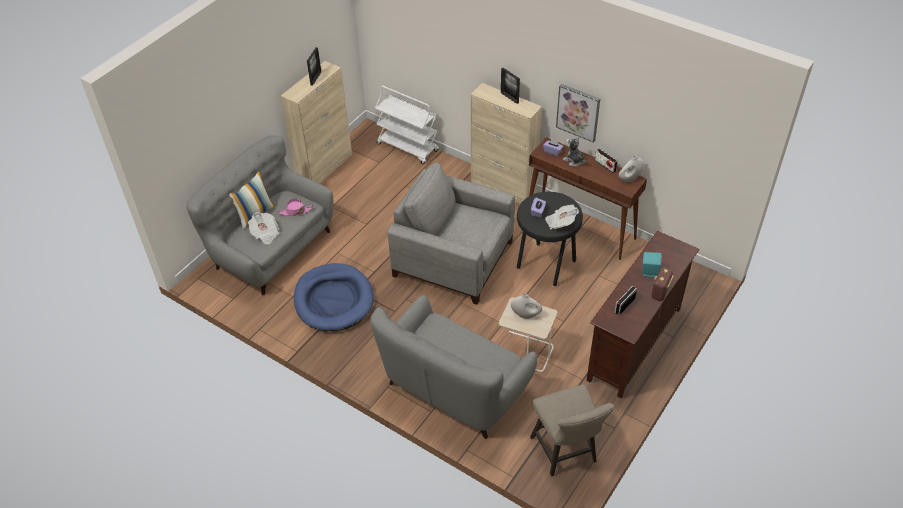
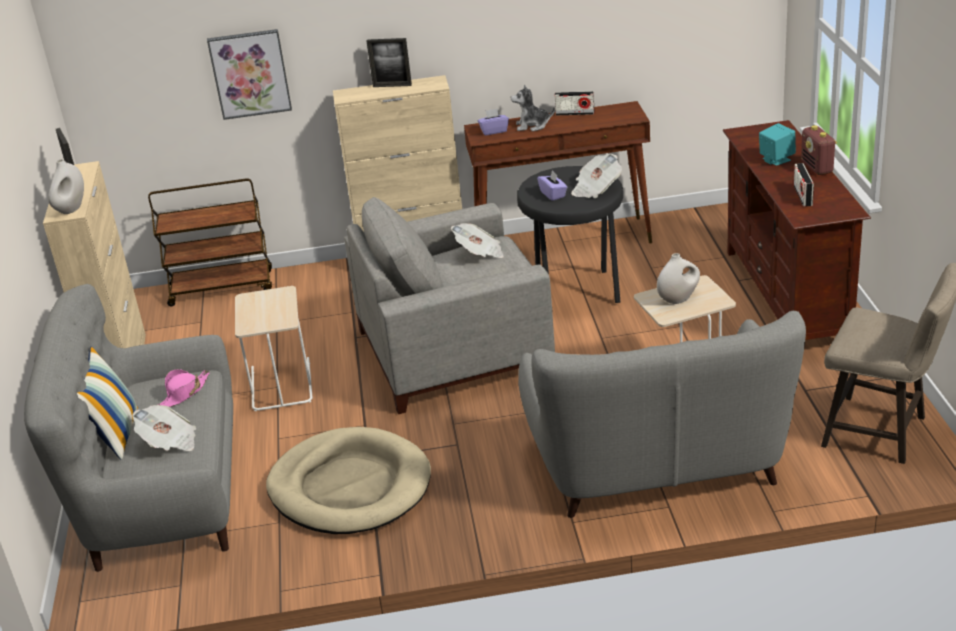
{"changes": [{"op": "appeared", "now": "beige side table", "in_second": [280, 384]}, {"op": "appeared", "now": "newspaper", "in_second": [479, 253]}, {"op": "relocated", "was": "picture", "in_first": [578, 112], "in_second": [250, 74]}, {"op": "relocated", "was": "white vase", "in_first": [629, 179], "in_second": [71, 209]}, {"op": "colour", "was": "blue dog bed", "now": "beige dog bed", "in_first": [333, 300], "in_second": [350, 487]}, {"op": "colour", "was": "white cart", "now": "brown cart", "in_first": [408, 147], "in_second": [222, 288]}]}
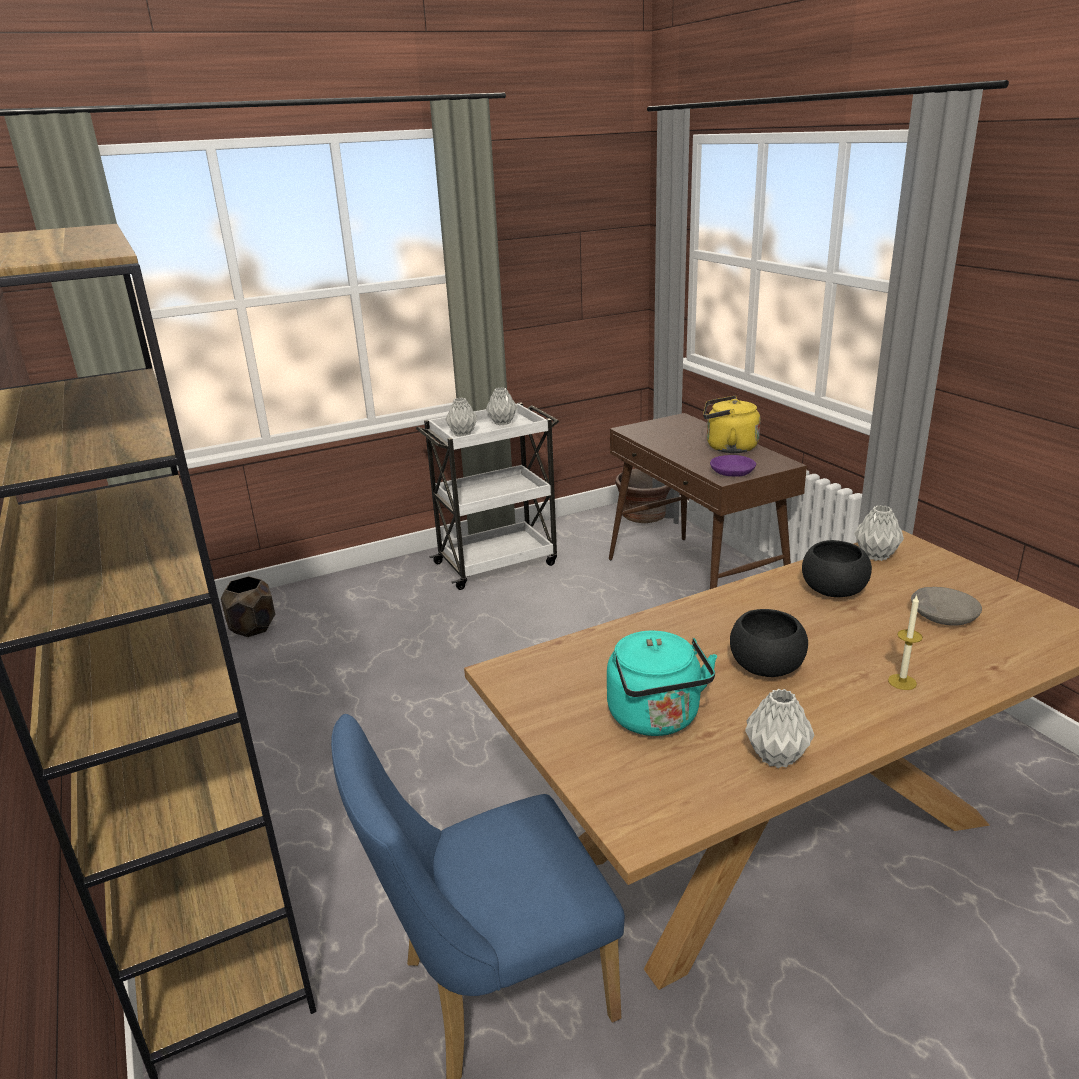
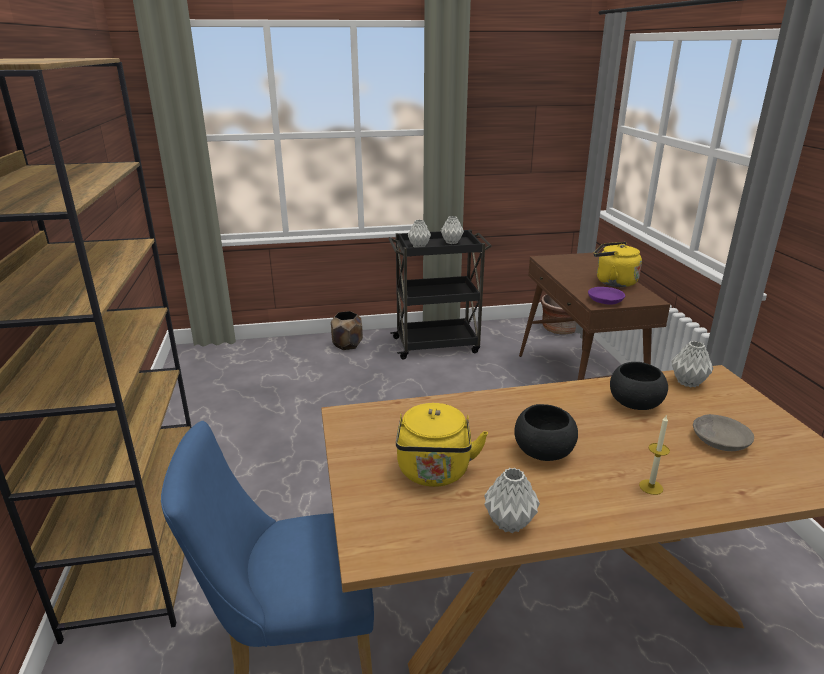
{"changes": [{"op": "relocated", "was": "brown planter", "in_first": [252, 627], "in_second": [347, 345]}, {"op": "colour", "was": "white cart", "now": "black cart", "in_first": [497, 563], "in_second": [437, 345]}, {"op": "colour", "was": "turquoise kettle", "now": "yellow kettle", "in_first": [657, 719], "in_second": [434, 473]}]}
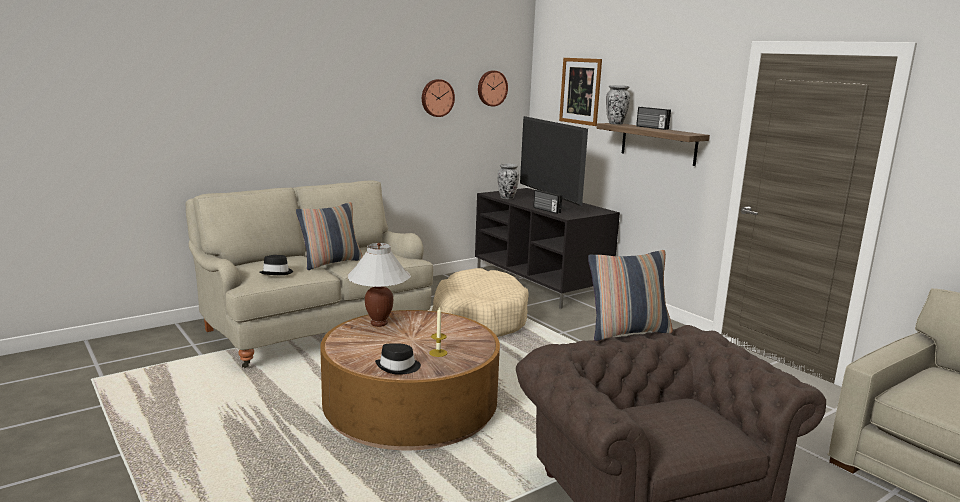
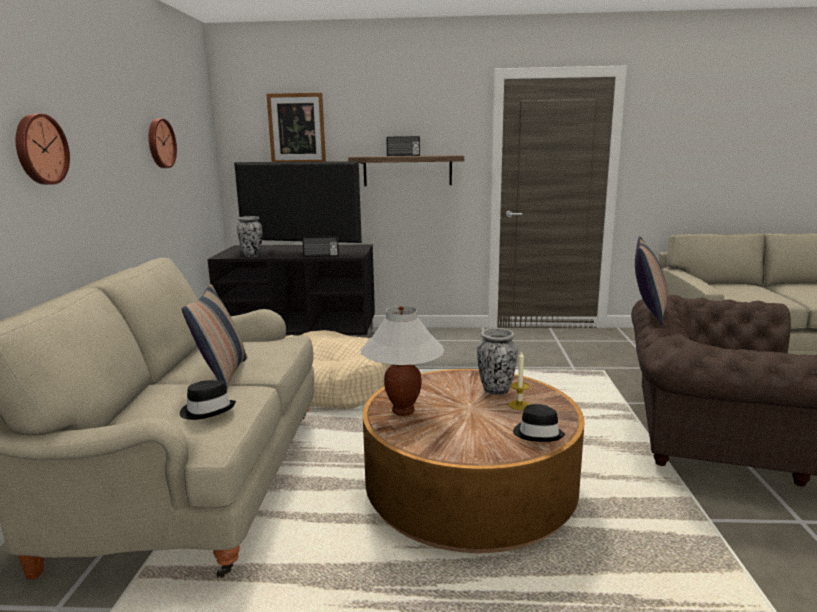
{"changes": [{"op": "relocated", "was": "wall clock", "in_first": [491, 88], "in_second": [40, 149]}, {"op": "relocated", "was": "vase", "in_first": [616, 124], "in_second": [496, 390]}]}
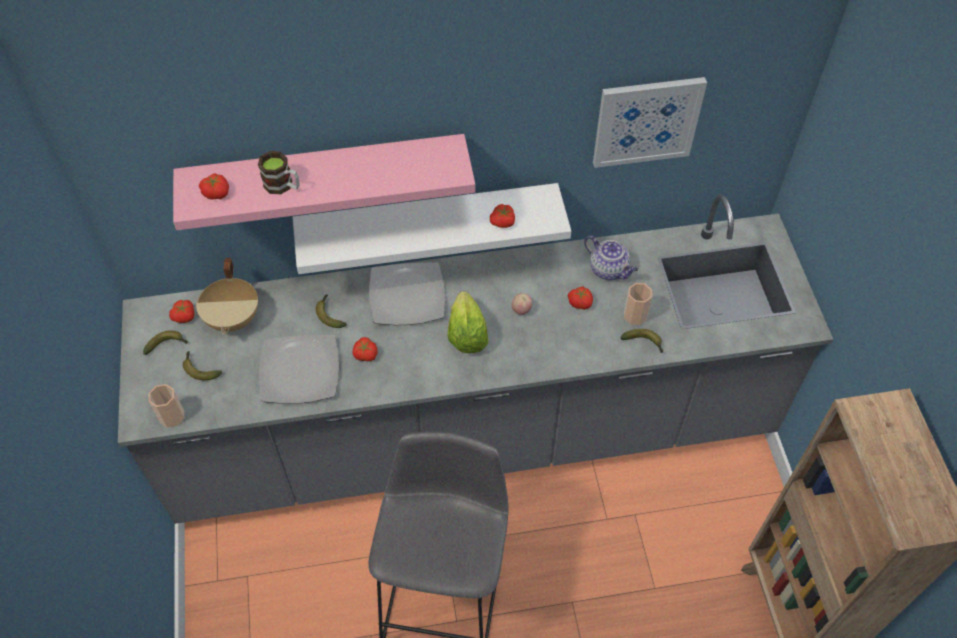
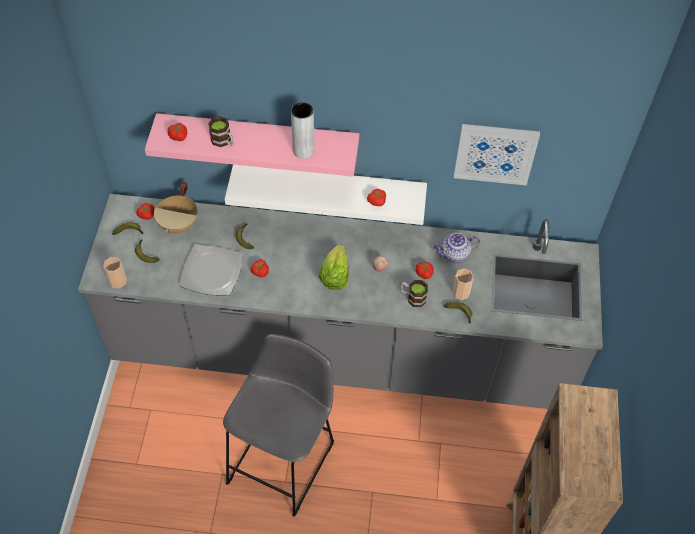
{"changes": [{"op": "missing", "was": "plate", "in_first": [408, 295]}, {"op": "appeared", "now": "grey vase", "in_second": [303, 150]}, {"op": "appeared", "now": "mug", "in_second": [413, 297]}, {"op": "spun", "was": "teapot", "in_first": [609, 269], "in_second": [454, 255], "clockwise": 105}]}
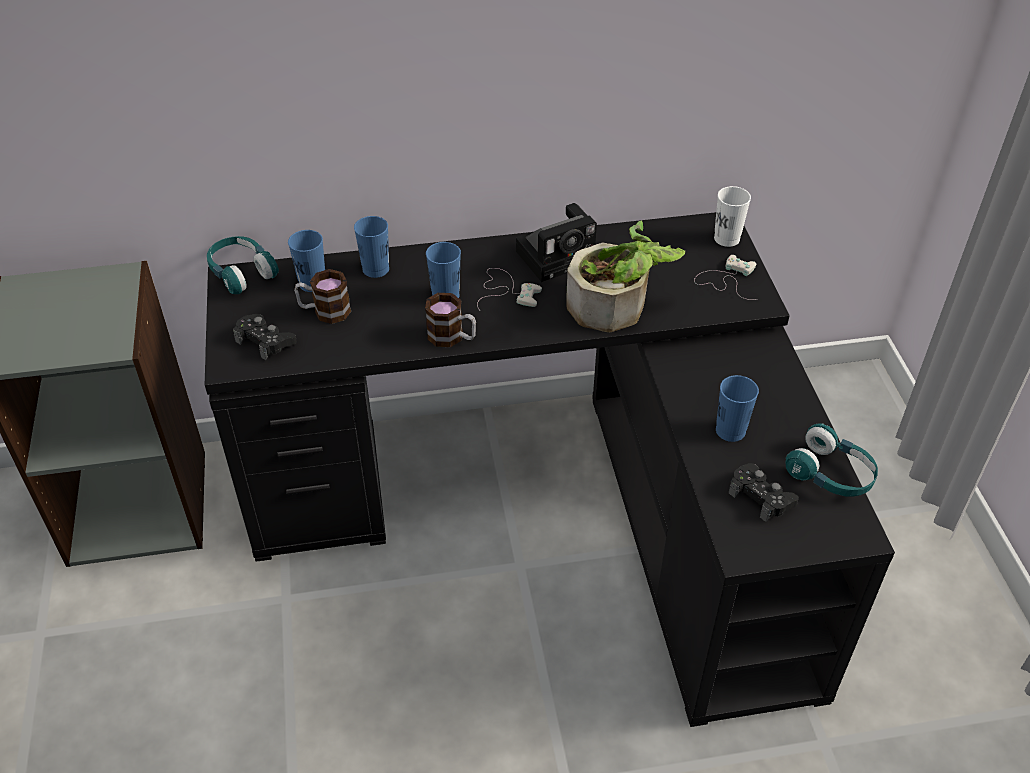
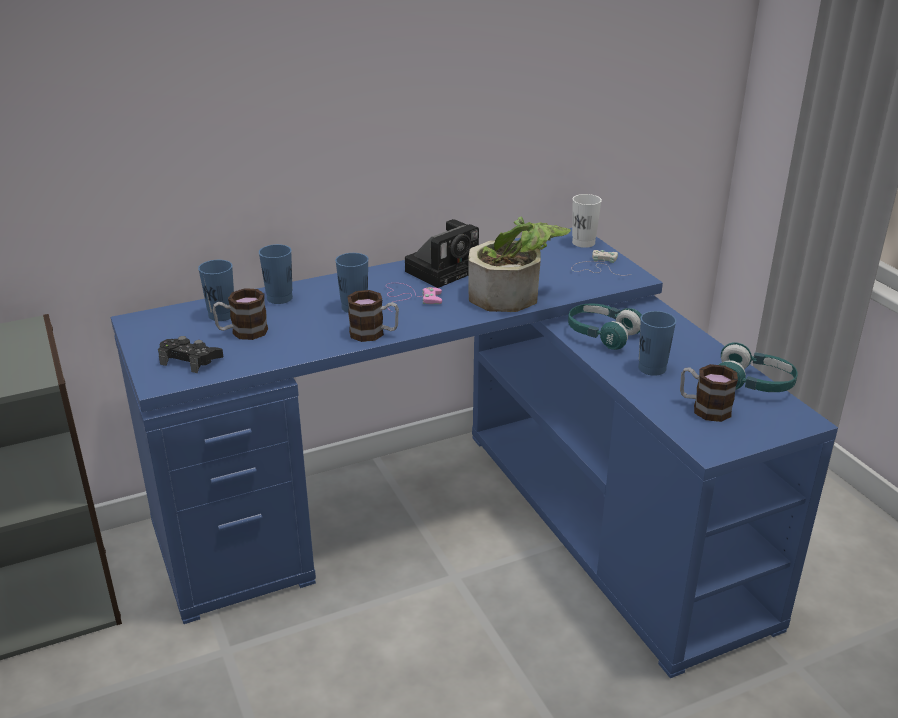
{"changes": [{"op": "relocated", "was": "turquoise headphones", "in_first": [242, 273], "in_second": [601, 335]}, {"op": "exchanged", "was": "black game controller", "now": "mug", "in_first": [761, 497], "in_second": [704, 408]}, {"op": "colour", "was": "black desk", "now": "blue desk", "in_first": [559, 505], "in_second": [473, 522]}, {"op": "colour", "was": "white game controller", "now": "pink game controller", "in_first": [506, 291], "in_second": [409, 297]}]}
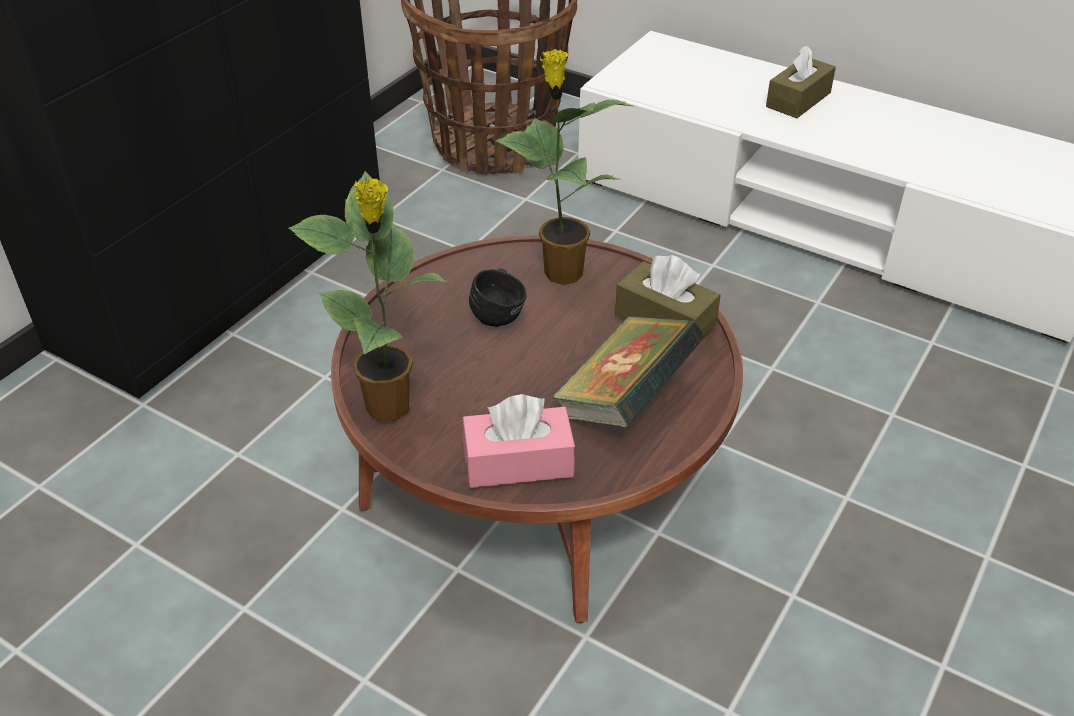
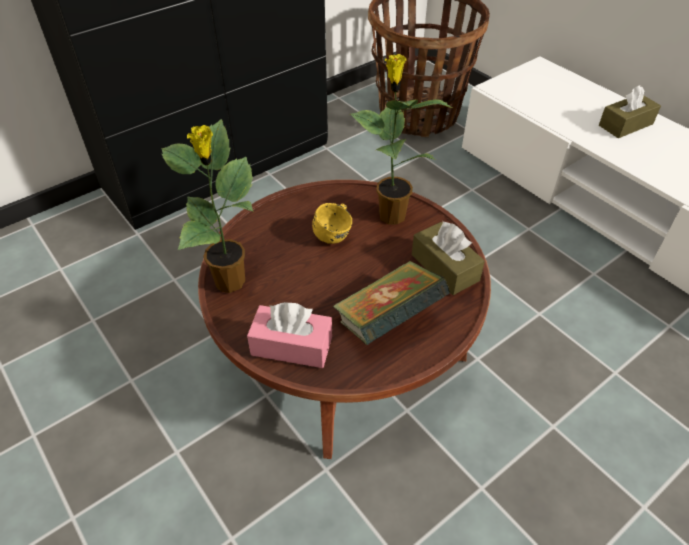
{"changes": [{"op": "colour", "was": "black mug", "now": "yellow mug", "in_first": [500, 314], "in_second": [335, 234]}]}
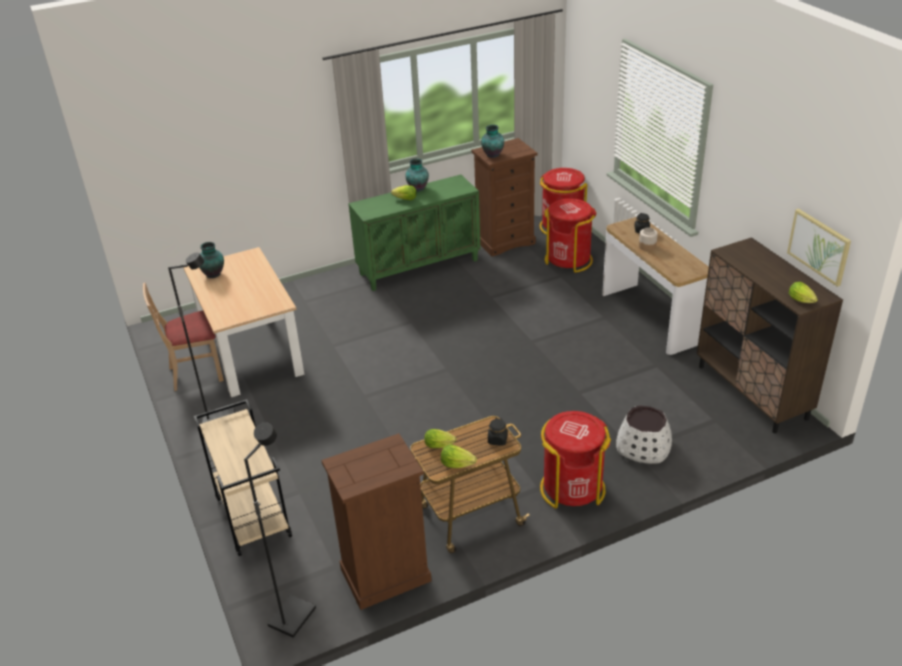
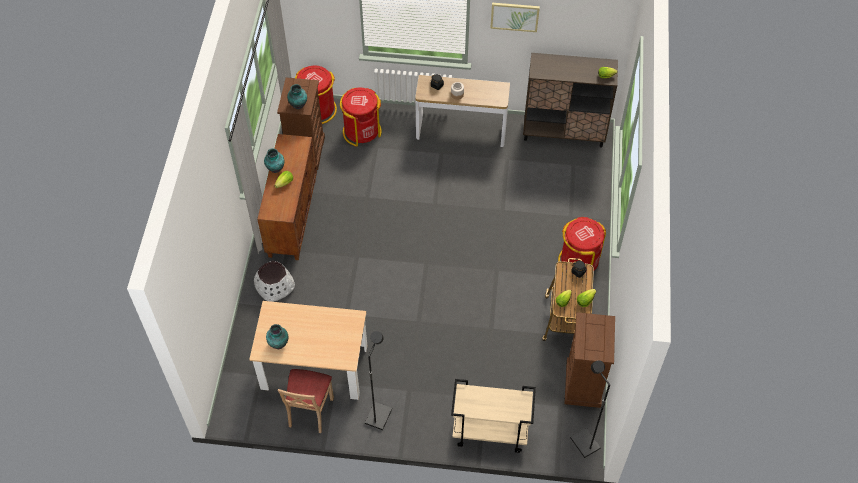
{"changes": [{"op": "relocated", "was": "white planter", "in_first": [643, 447], "in_second": [275, 286]}, {"op": "relocated", "was": "picture", "in_first": [819, 246], "in_second": [514, 16]}, {"op": "colour", "was": "green cabinet", "now": "brown cabinet", "in_first": [419, 266], "in_second": [292, 217]}]}
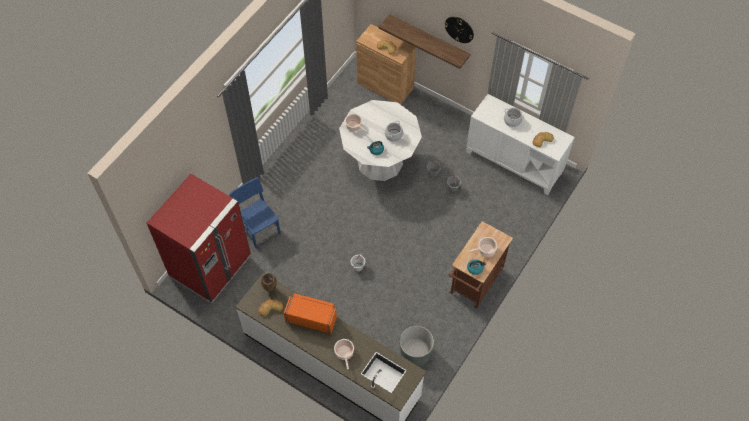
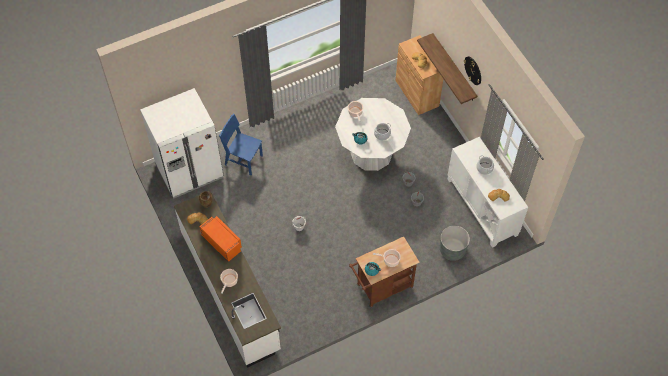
{"changes": [{"op": "relocated", "was": "grey planter", "in_first": [415, 353], "in_second": [452, 250]}, {"op": "colour", "was": "red fridge", "now": "white fridge", "in_first": [211, 267], "in_second": [189, 171]}, {"op": "spun", "was": "blue chair", "in_first": [259, 229], "in_second": [243, 160], "clockwise": -60}]}
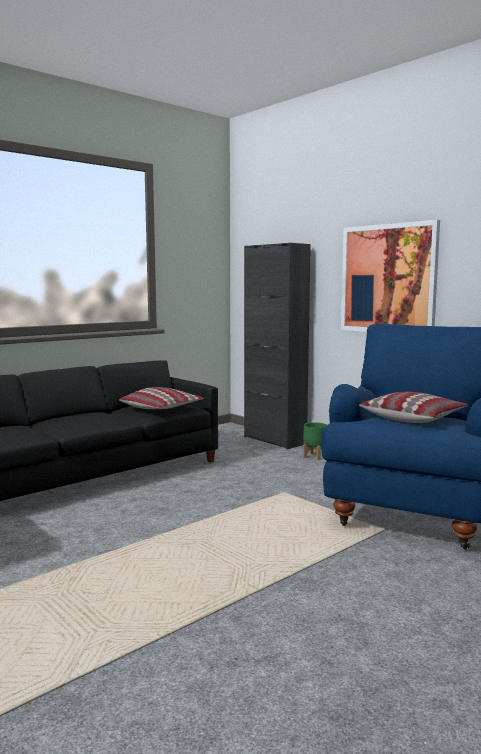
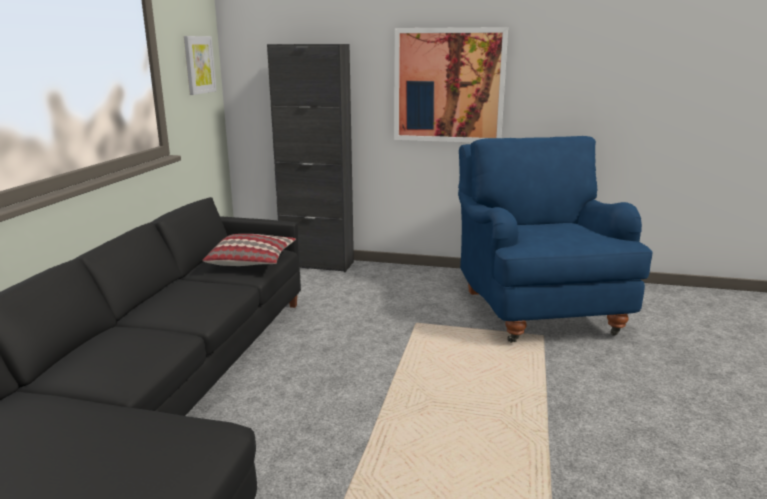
{"changes": [{"op": "missing", "was": "green planter", "in_first": [314, 456]}, {"op": "missing", "was": "pillow", "in_first": [413, 418]}, {"op": "appeared", "now": "picture", "in_second": [199, 65]}]}
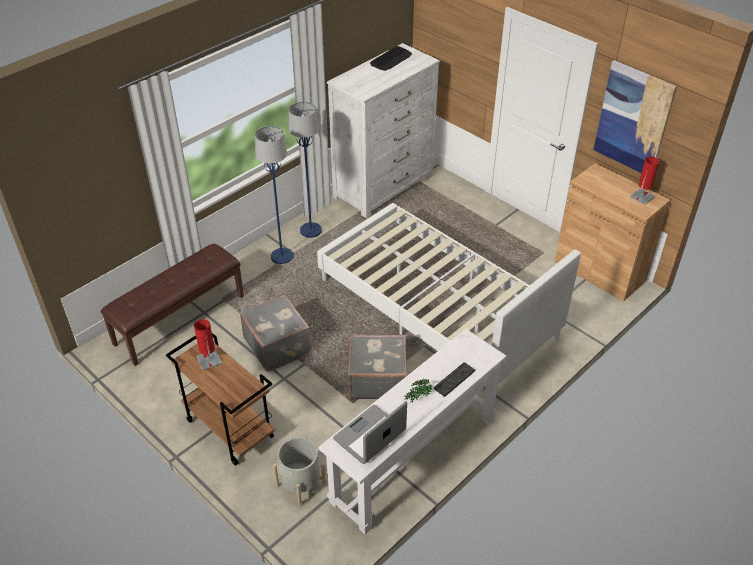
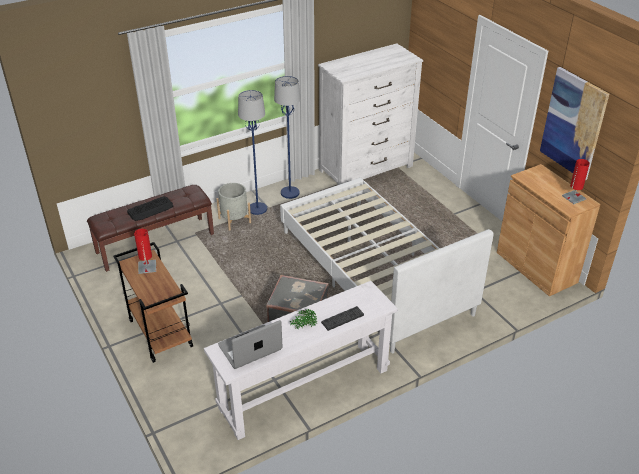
{"changes": [{"op": "missing", "was": "grey suitcase", "in_first": [278, 345]}, {"op": "relocated", "was": "grey planter", "in_first": [300, 485], "in_second": [234, 220]}, {"op": "relocated", "was": "keyboard", "in_first": [391, 59], "in_second": [150, 209]}]}
